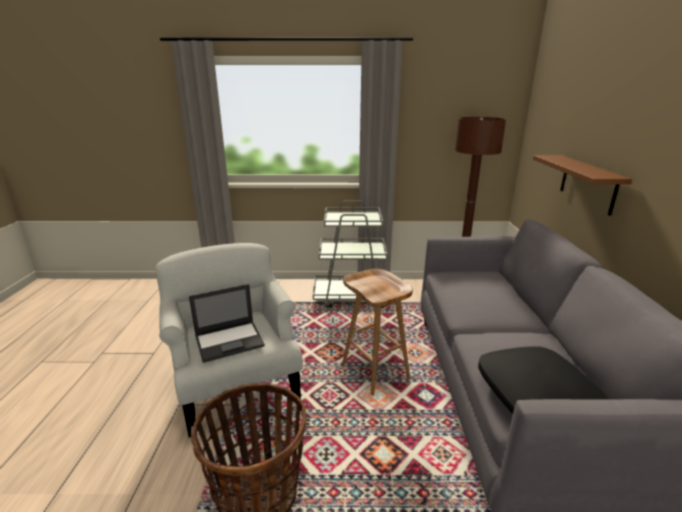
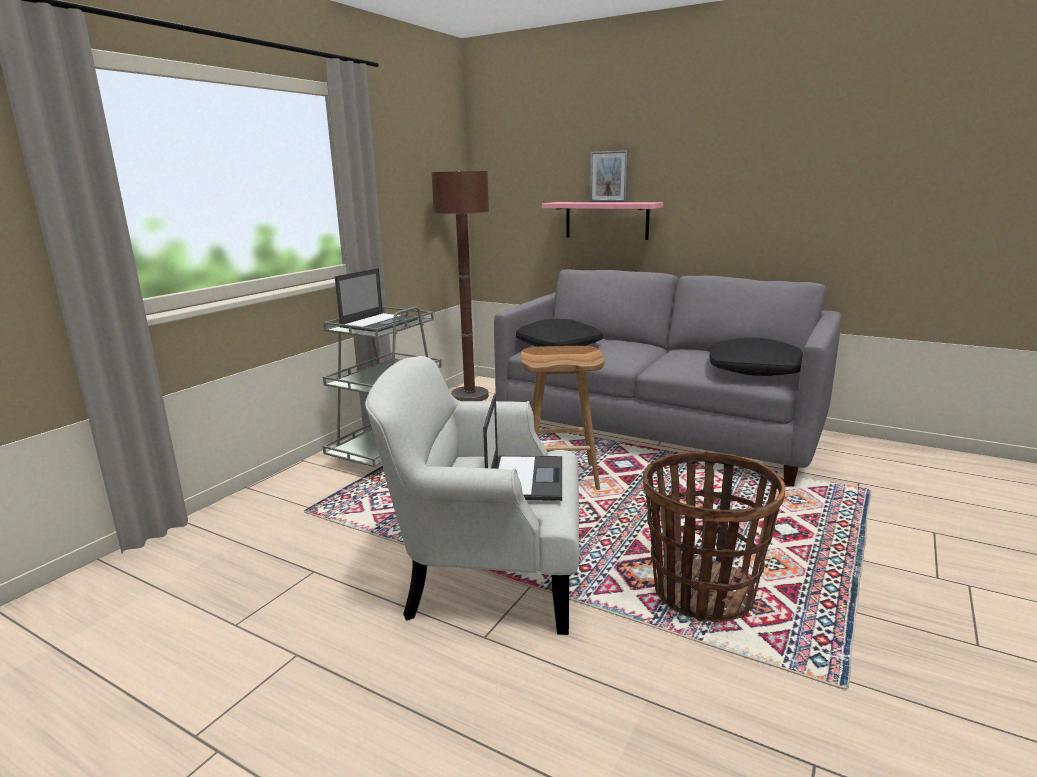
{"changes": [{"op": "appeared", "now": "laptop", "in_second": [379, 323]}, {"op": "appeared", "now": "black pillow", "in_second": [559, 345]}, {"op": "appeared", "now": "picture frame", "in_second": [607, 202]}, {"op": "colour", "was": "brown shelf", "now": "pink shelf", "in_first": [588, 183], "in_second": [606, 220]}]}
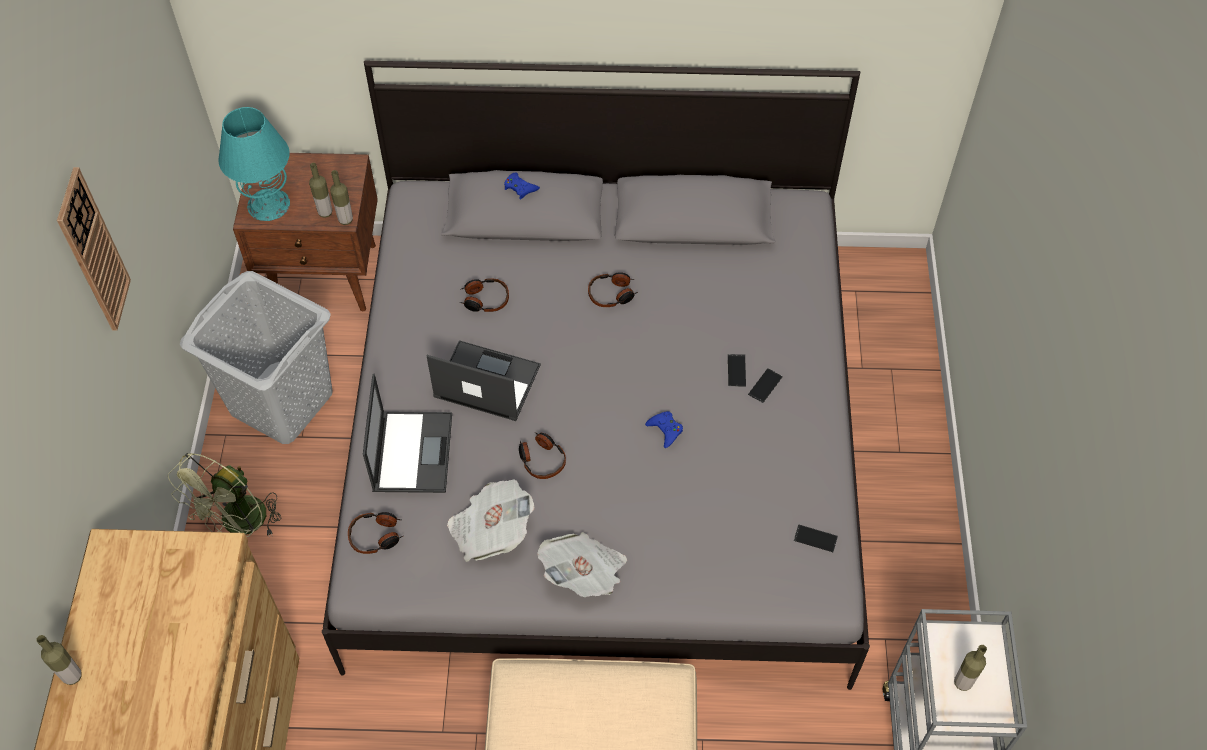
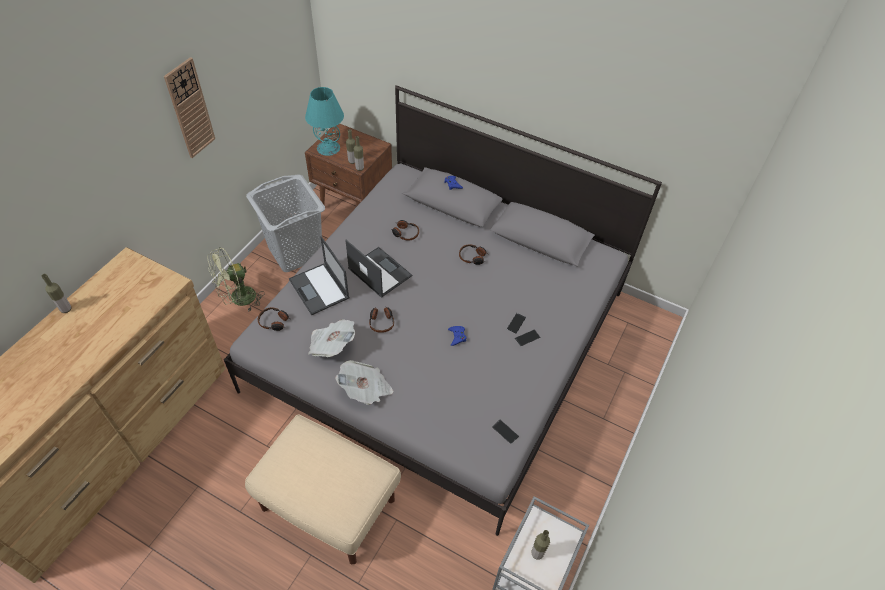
{"changes": [{"op": "spun", "was": "laptop", "in_first": [412, 451], "in_second": [319, 289], "clockwise": 120}]}
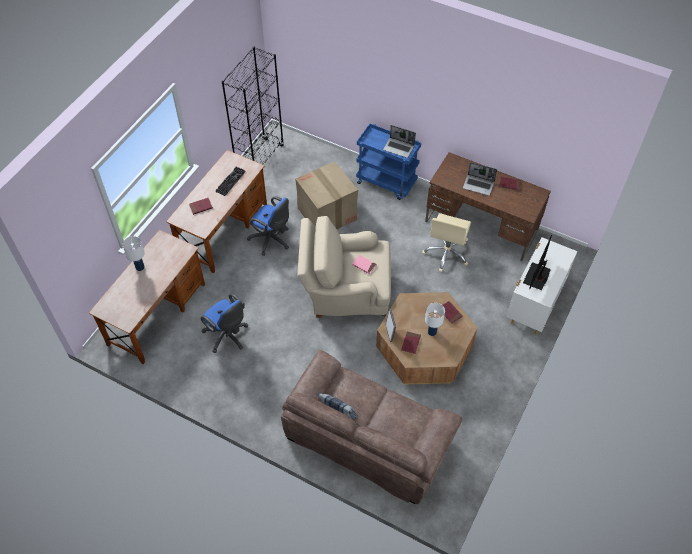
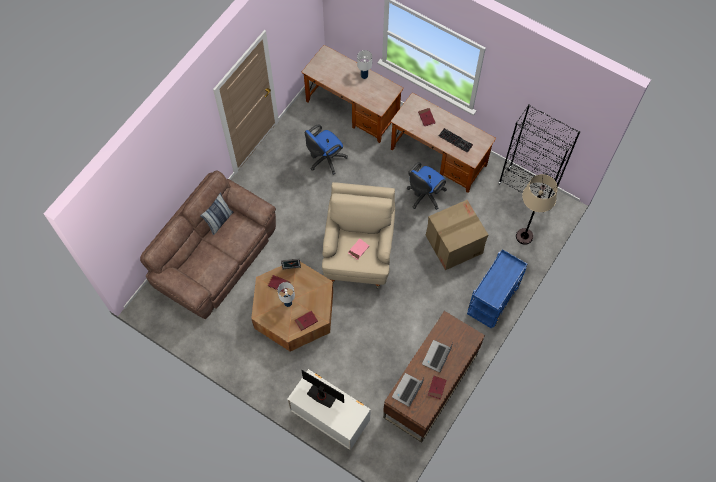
{"changes": [{"op": "missing", "was": "beige office chair", "in_first": [446, 253]}, {"op": "appeared", "now": "beige floor lamp", "in_second": [524, 236]}, {"op": "relocated", "was": "laptop", "in_first": [399, 148], "in_second": [407, 390]}]}
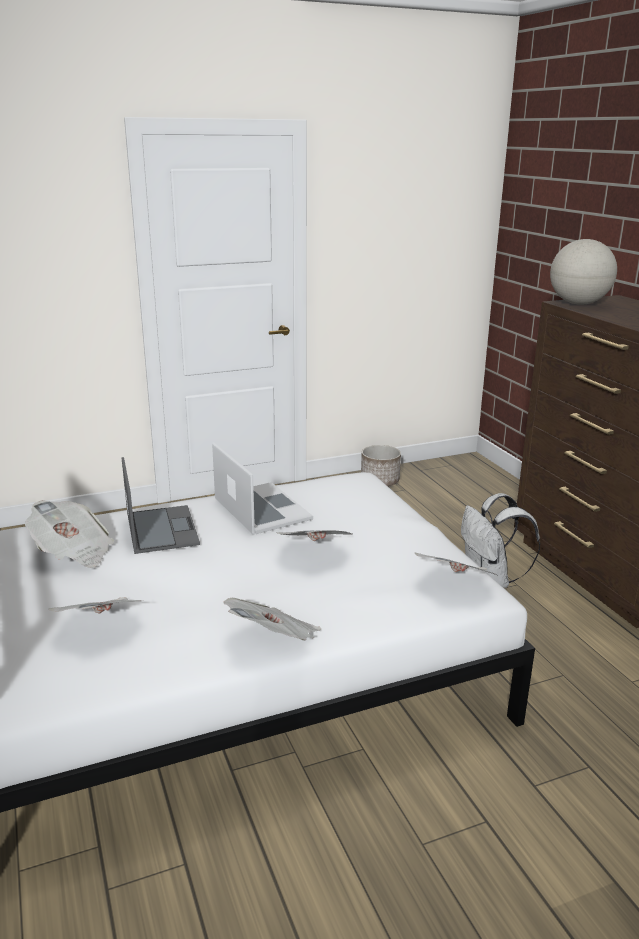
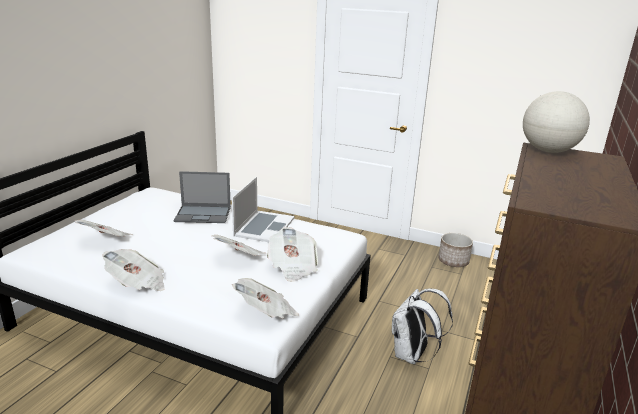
{"changes": [{"op": "relocated", "was": "newspaper", "in_first": [73, 552], "in_second": [292, 267]}, {"op": "spun", "was": "laptop", "in_first": [161, 529], "in_second": [204, 214], "clockwise": 60}]}
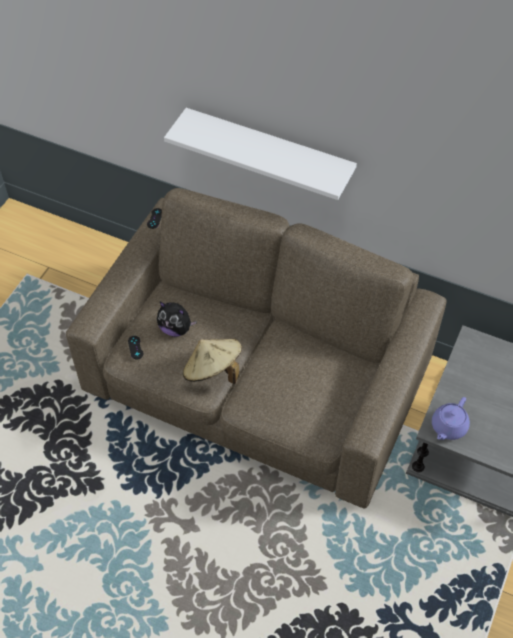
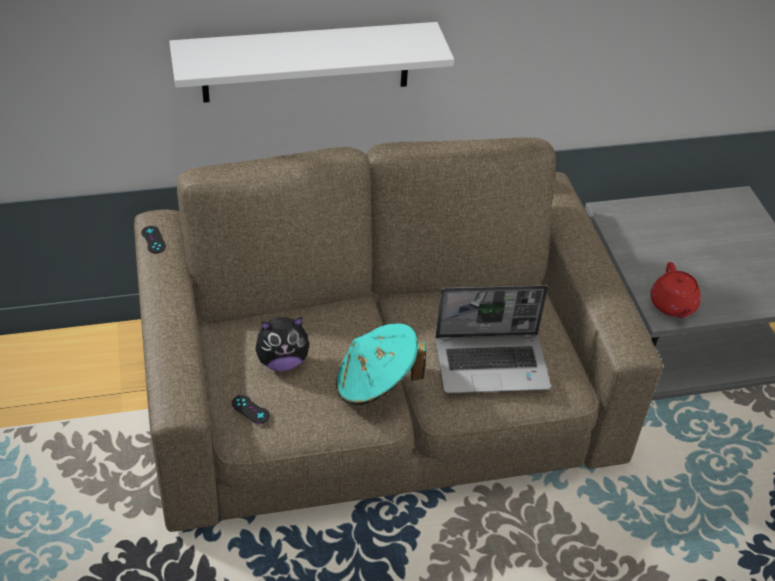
{"changes": [{"op": "appeared", "now": "laptop", "in_second": [492, 364]}, {"op": "colour", "was": "beige hat", "now": "turquoise hat", "in_first": [213, 371], "in_second": [376, 384]}, {"op": "colour", "was": "purple teapot", "now": "red teapot", "in_first": [448, 427], "in_second": [673, 305]}]}
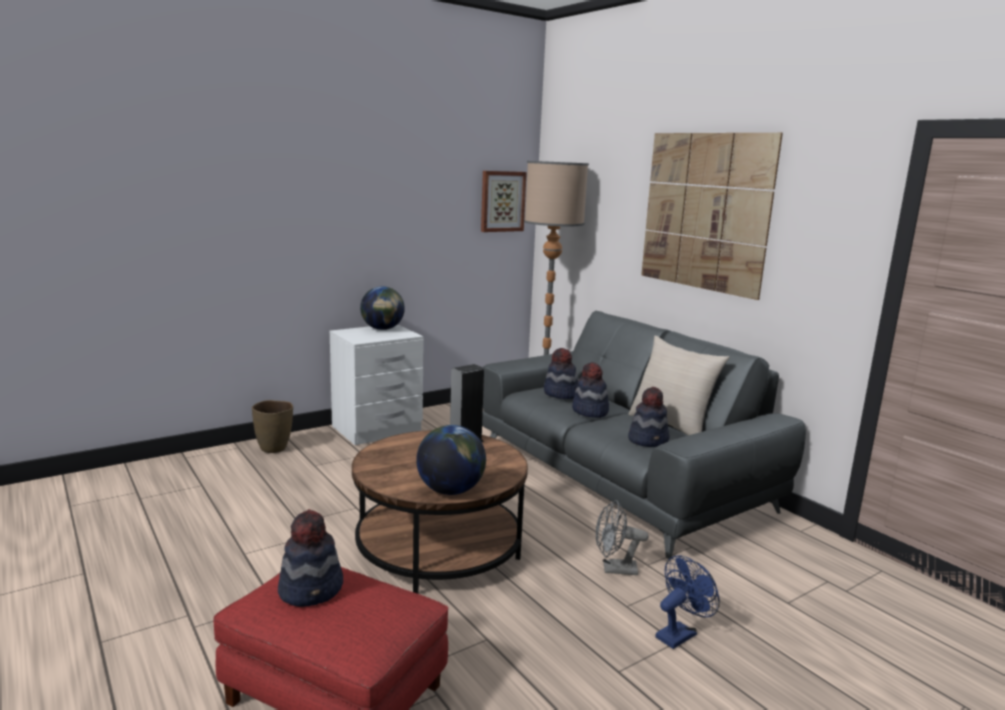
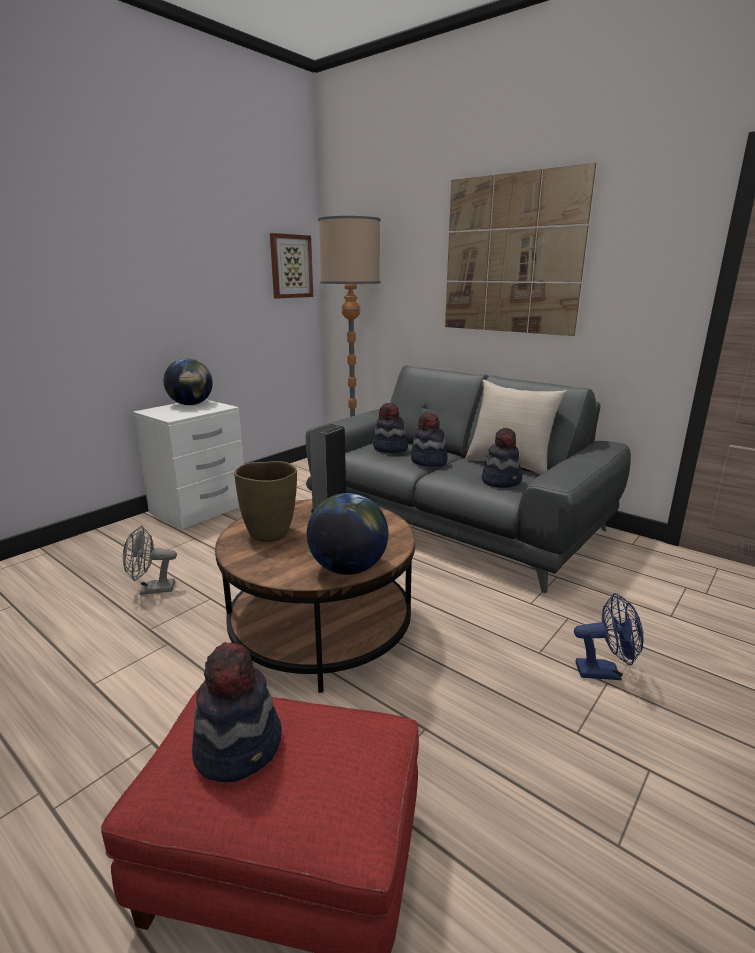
{"changes": [{"op": "relocated", "was": "brown vase", "in_first": [274, 448], "in_second": [270, 534]}, {"op": "relocated", "was": "grey fan", "in_first": [614, 569], "in_second": [151, 590]}, {"op": "spun", "was": "blue fan", "in_first": [679, 633], "in_second": [604, 672], "clockwise": 60}]}
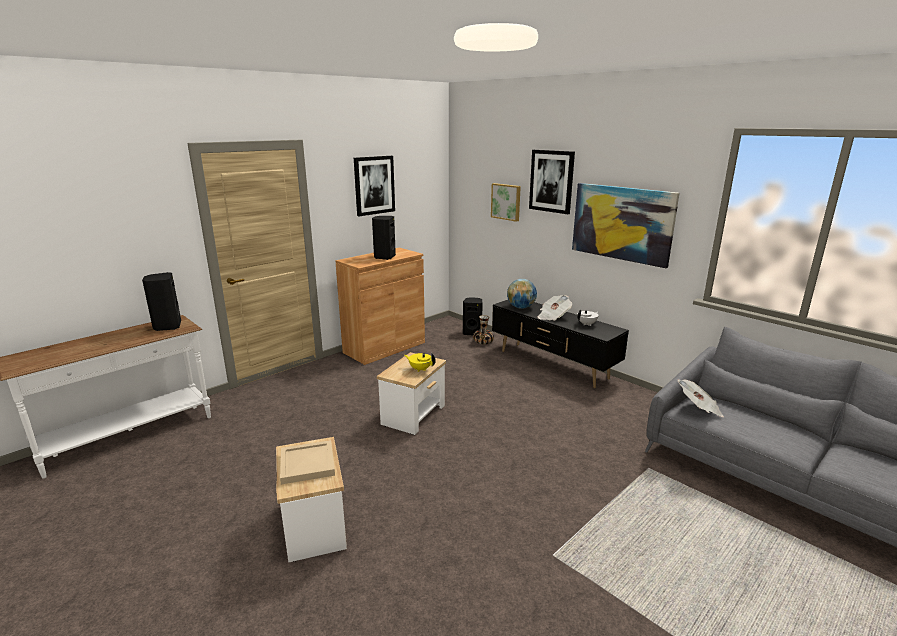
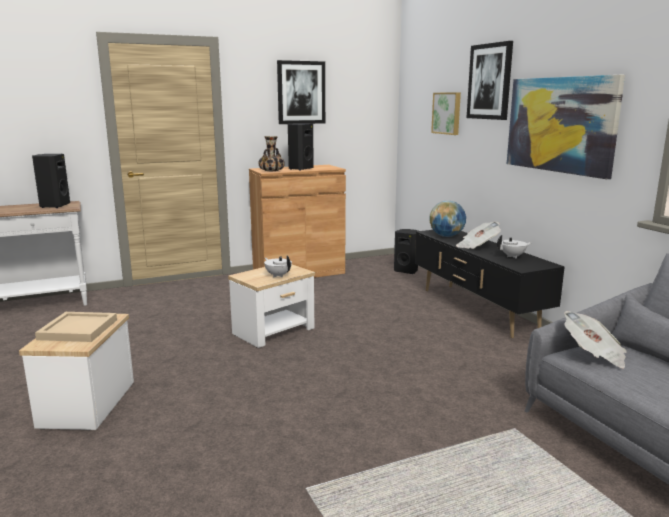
{"changes": [{"op": "relocated", "was": "vase", "in_first": [483, 342], "in_second": [272, 170]}, {"op": "colour", "was": "yellow teapot", "now": "white teapot", "in_first": [420, 369], "in_second": [278, 275]}]}
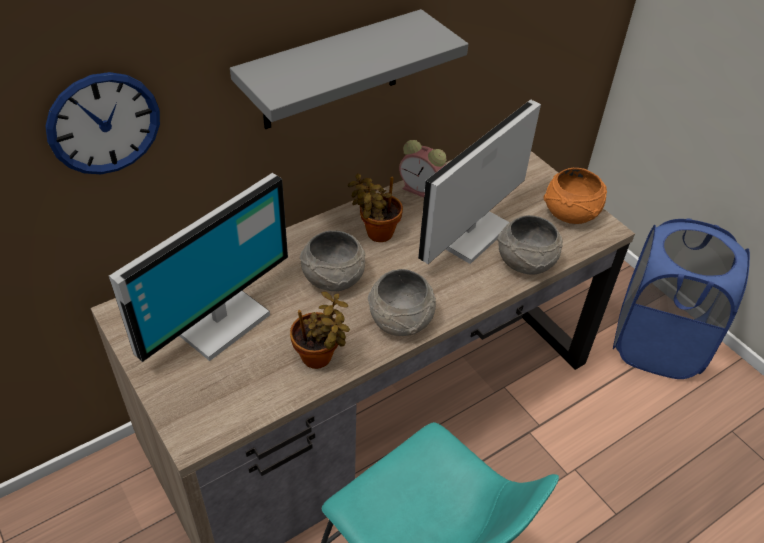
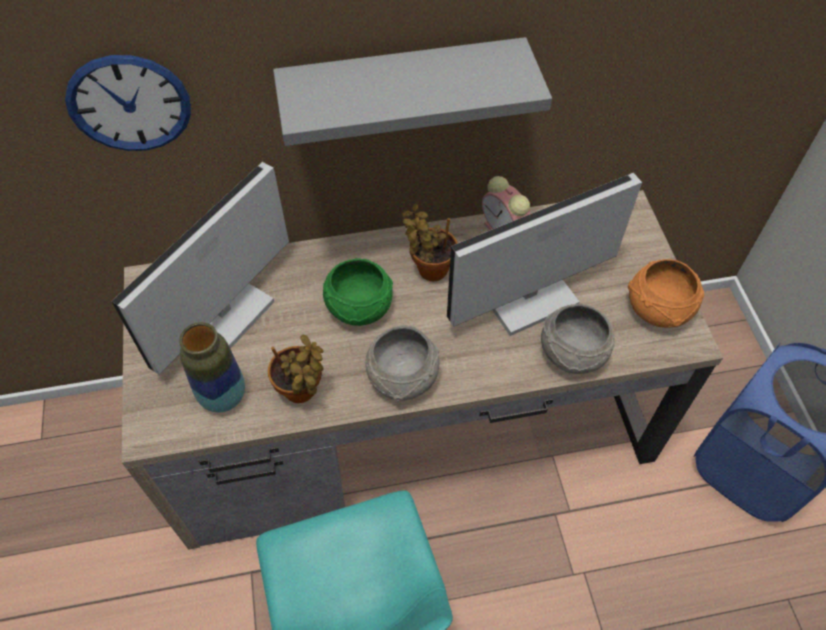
{"changes": [{"op": "appeared", "now": "vase", "in_second": [223, 396]}, {"op": "colour", "was": "grey bowl", "now": "green bowl", "in_first": [332, 278], "in_second": [358, 307]}, {"op": "spun", "was": "monitor", "in_first": [218, 319], "in_second": [228, 317], "clockwise": 150}]}
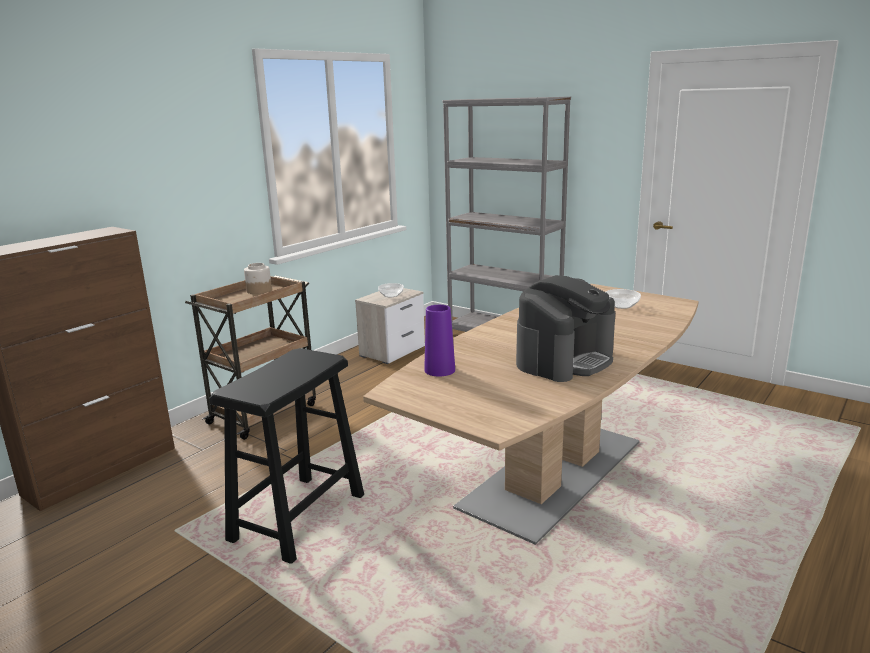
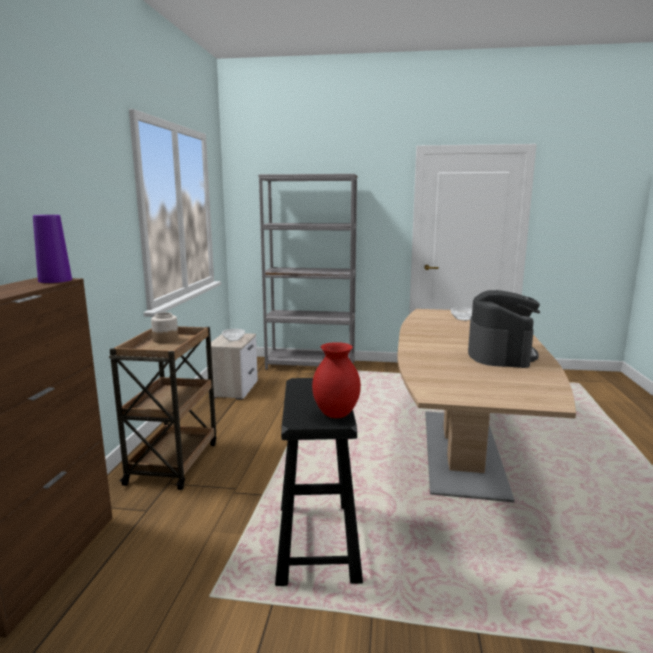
{"changes": [{"op": "appeared", "now": "red vase", "in_second": [337, 414]}, {"op": "relocated", "was": "purple vase", "in_first": [439, 370], "in_second": [55, 280]}]}
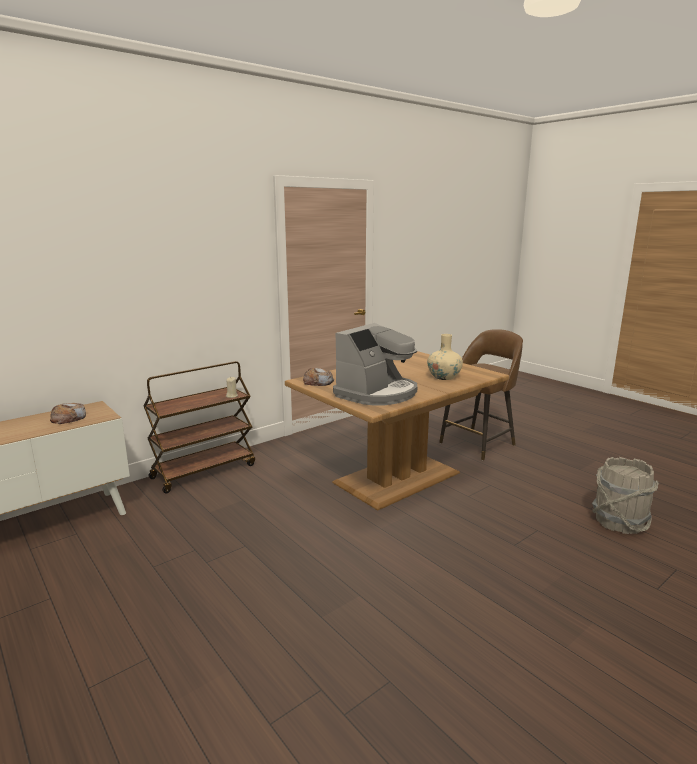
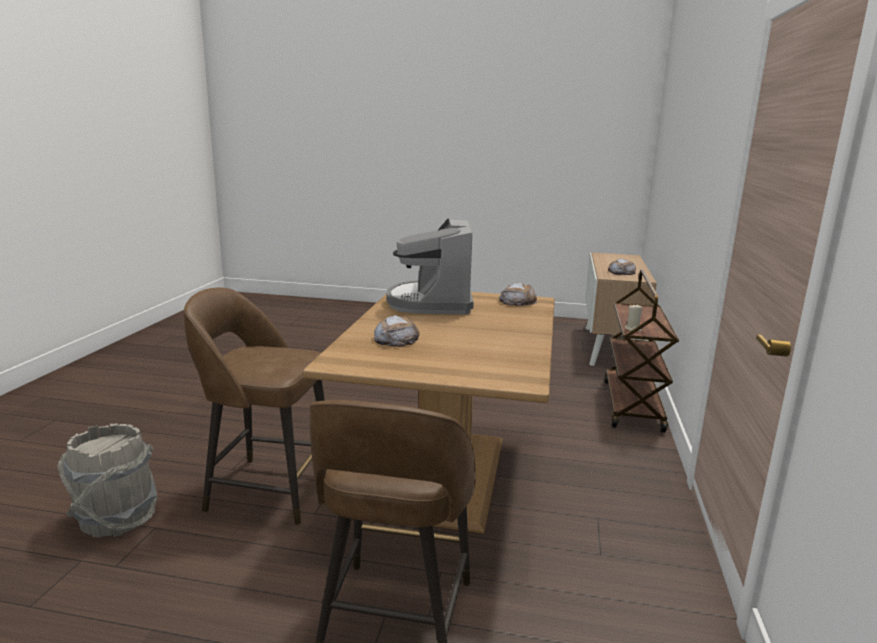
{"changes": [{"op": "appeared", "now": "brown stool", "in_second": [268, 489]}, {"op": "exchanged", "was": "beige vase", "now": "bread", "in_first": [444, 377], "in_second": [396, 339]}]}
